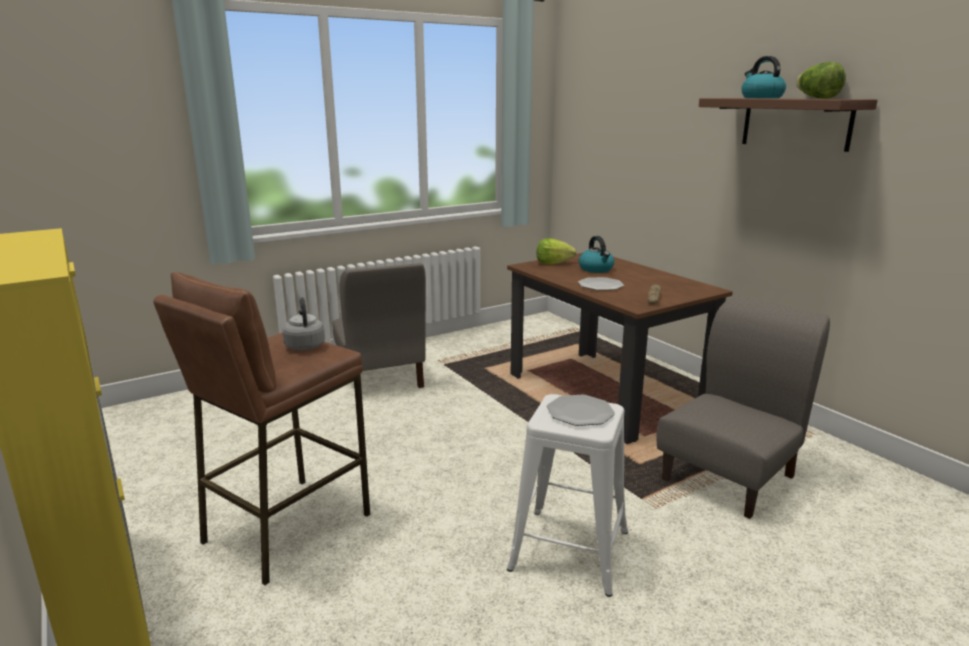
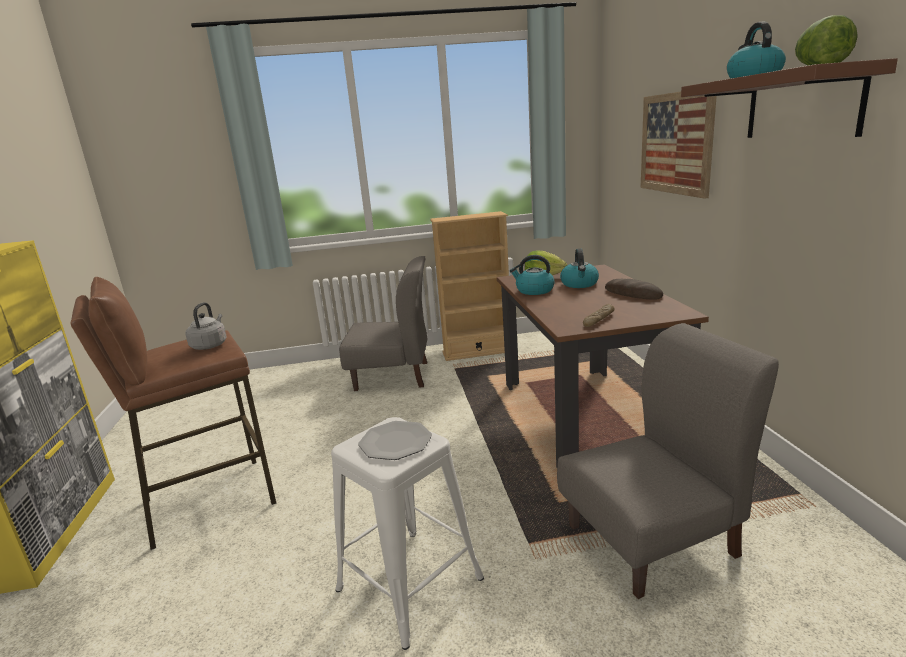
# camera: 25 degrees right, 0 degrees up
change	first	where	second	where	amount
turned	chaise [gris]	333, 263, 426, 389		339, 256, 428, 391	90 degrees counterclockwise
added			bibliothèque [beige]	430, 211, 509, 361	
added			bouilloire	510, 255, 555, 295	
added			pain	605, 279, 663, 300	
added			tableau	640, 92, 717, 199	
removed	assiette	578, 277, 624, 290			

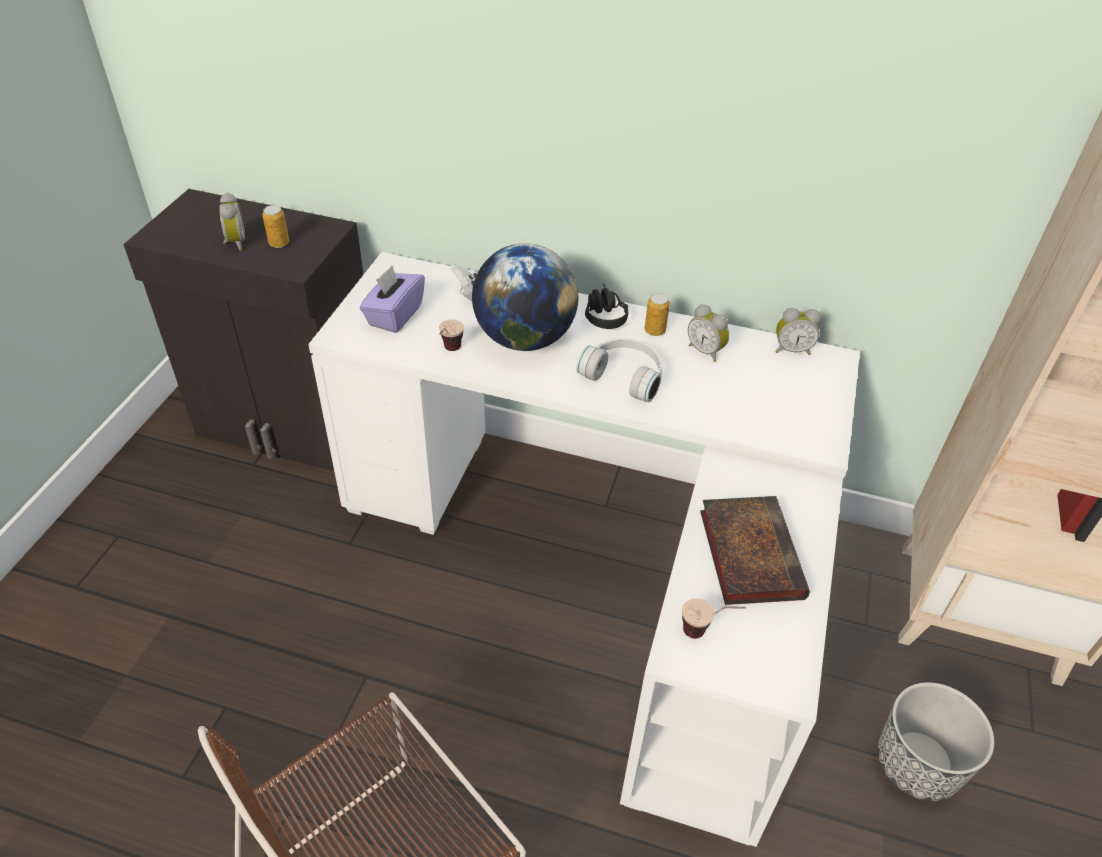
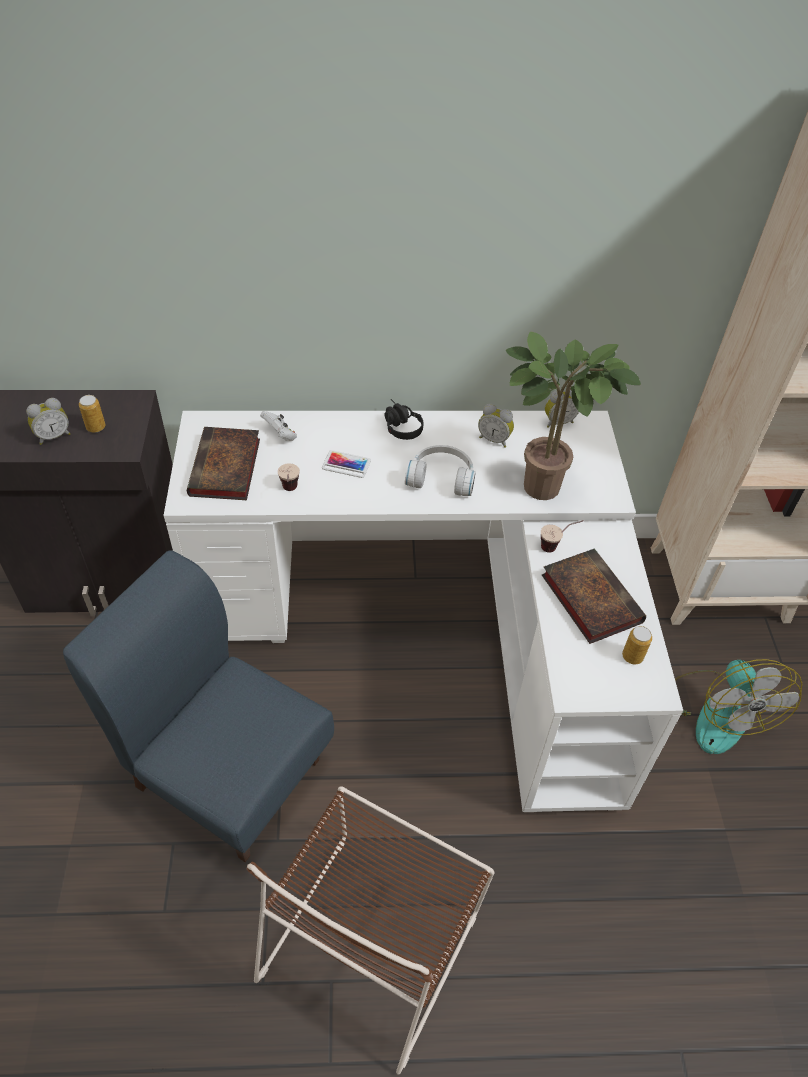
# camera: 20 degrees left, 5 degrees up
change	first	where	second	where	amount
turned	réveil	220, 193, 245, 251		26, 398, 70, 445	90 degrees clockwise
added			chaise [bleu]	63, 550, 334, 862	
replaced	boîte à mouchoirs [violet]	360, 266, 425, 333	livre	187, 427, 260, 500	
replaced	globe	472, 243, 578, 351	téléphone	322, 450, 371, 478	
added			plante en pot	506, 331, 641, 500	
moved	tasse	682, 598, 746, 639		541, 520, 584, 553	
moved	boîte métallique	645, 293, 670, 336		622, 626, 652, 664	
replaced	cache-pot	878, 682, 994, 801	ventilateur	675, 659, 802, 754	

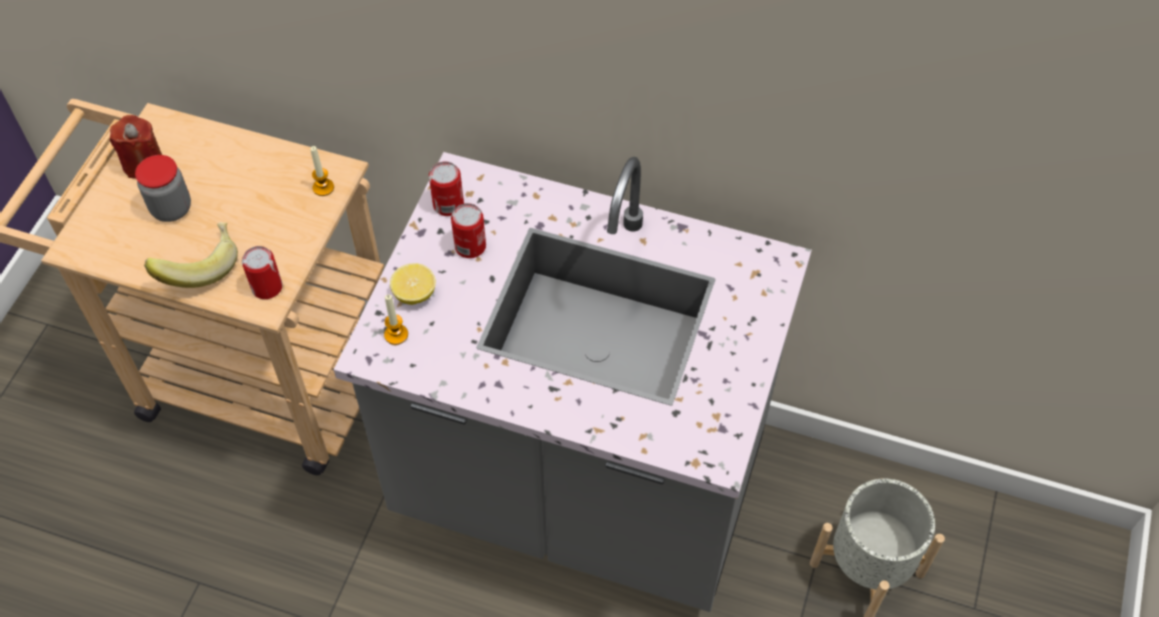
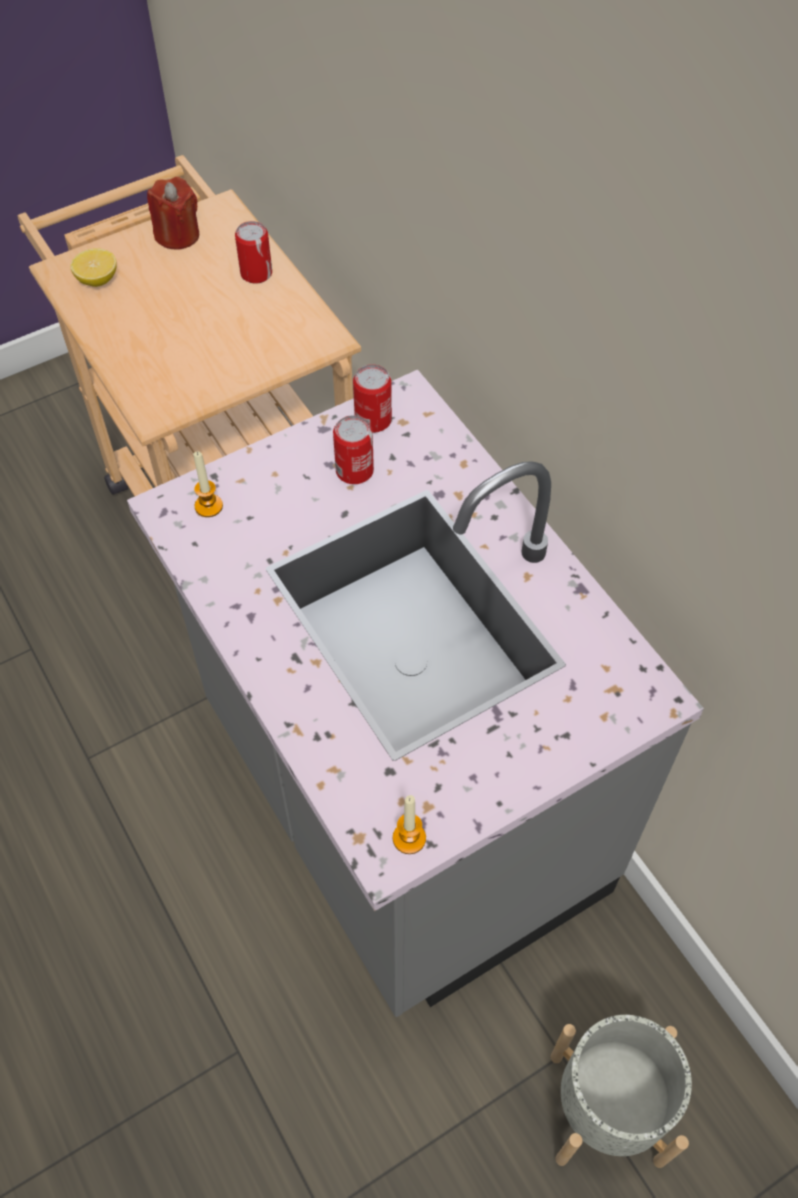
# camera: 40 degrees right, 0 degrees up
change	first	where	second	where	amount
moved	citron	390, 263, 436, 305		70, 248, 117, 287	
moved	boîte métallique	242, 246, 283, 299		235, 221, 272, 284	
moved	bougie	310, 146, 334, 196		393, 795, 426, 854	
removed	bocal	135, 155, 191, 222			
removed	banane	144, 222, 238, 288			

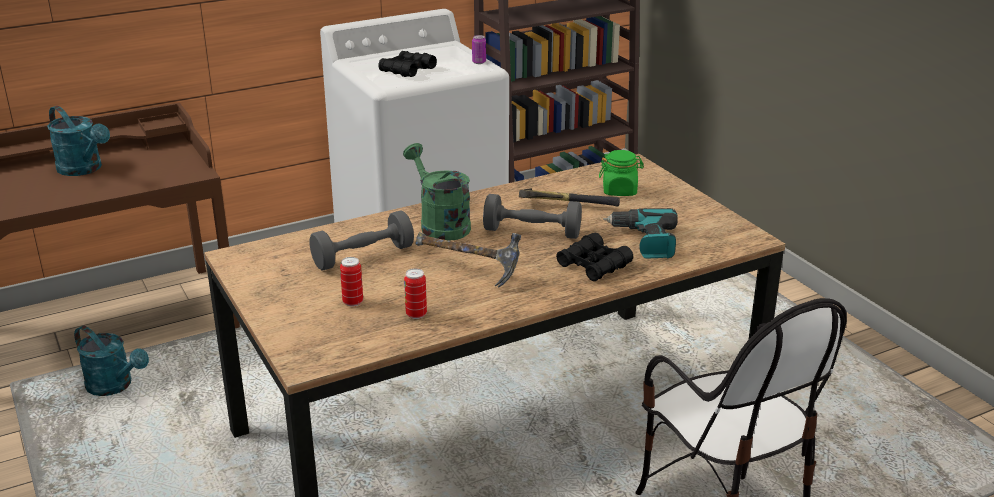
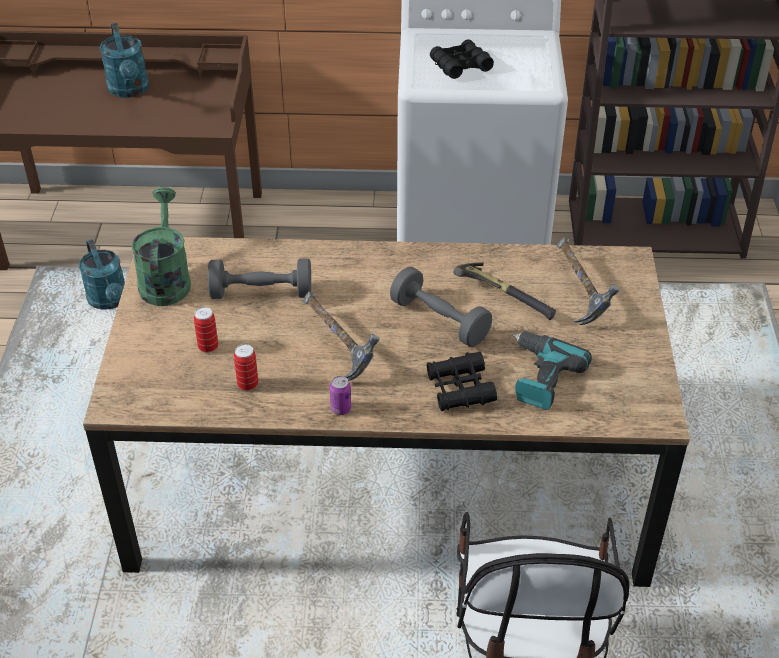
# camera: 30 degrees right, 15 degrees up
change	first	where	second	where	amount
moved	arrosoir [vert]	403, 143, 471, 241		131, 187, 191, 306	
moved	boîte métallique	472, 35, 486, 64		330, 376, 351, 415	
replaced	bocal [vert]	599, 150, 644, 196	marteau	556, 237, 620, 325	

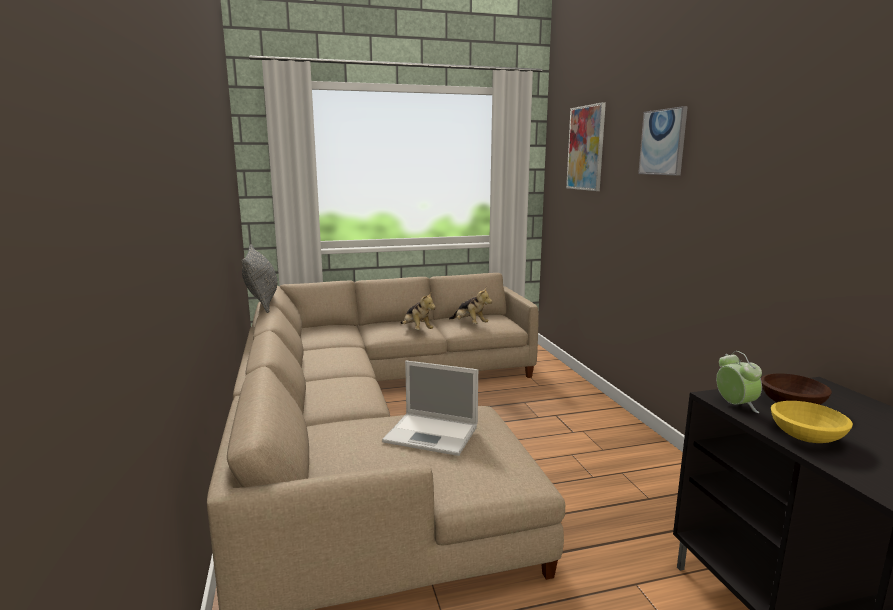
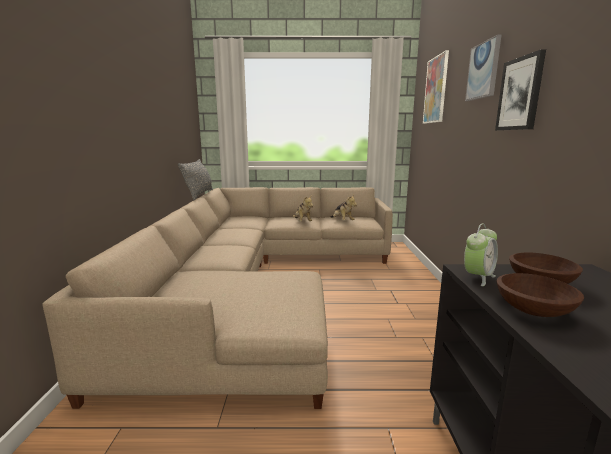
# camera: 15 degrees right, 0 degrees up
change	first	where	second	where	amount
turned	réveil	716, 351, 762, 413		464, 224, 498, 286	45 degrees clockwise
added			tableau	495, 49, 546, 130	
recoloured	bol [jaune]	771, 401, 853, 443	bol [marron]	497, 273, 584, 317	
removed	ordinateur portable	382, 361, 478, 456			

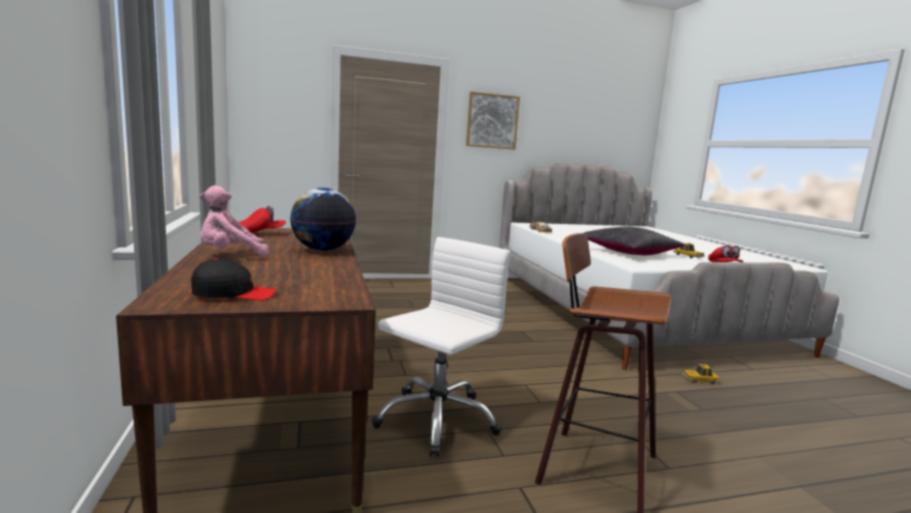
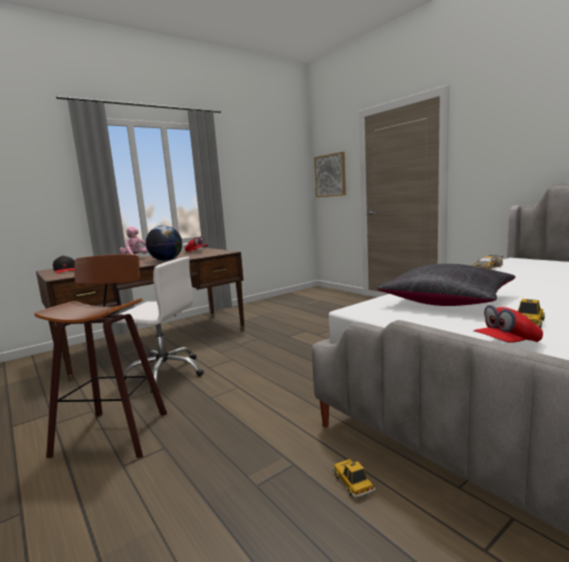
# camera: 70 degrees right, 0 degrees up
change	first	where	second	where	amount
moved	tableau	466, 92, 520, 149		314, 152, 346, 197	

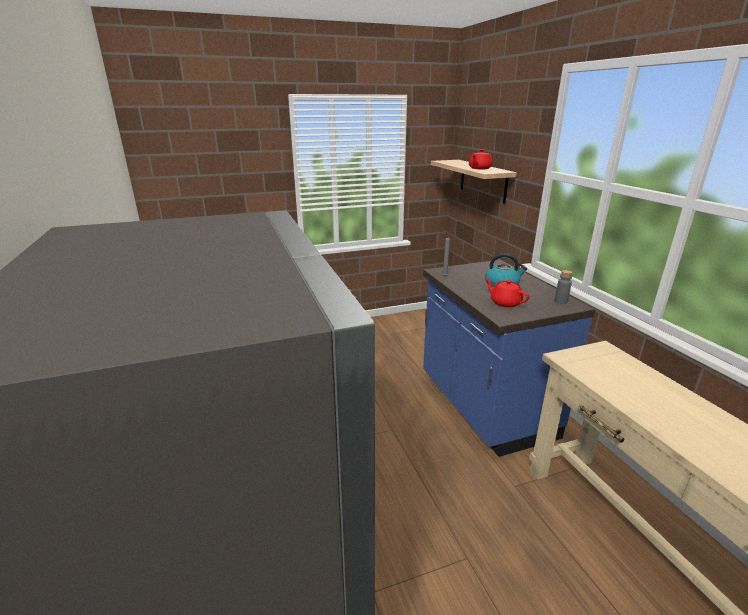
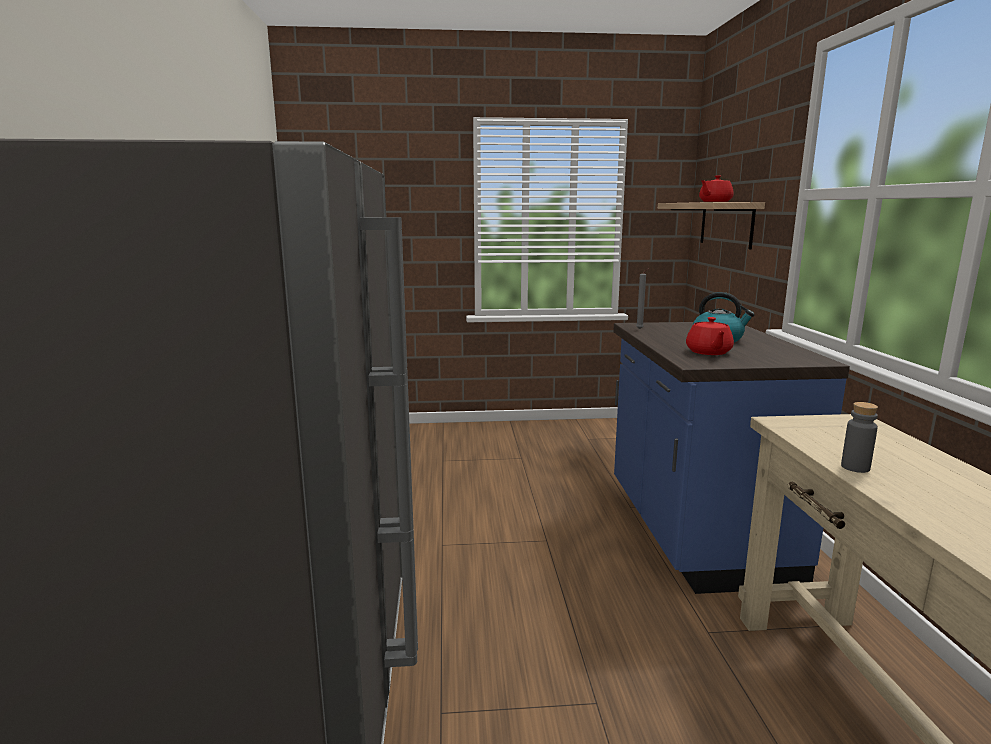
# camera: 15 degrees right, 10 degrees down
change	first	where	second	where	amount
turned	théière [rouge]	485, 278, 530, 308		686, 317, 734, 355	150 degrees counterclockwise
moved	bouteille [gris]	555, 270, 572, 304		841, 402, 878, 473	

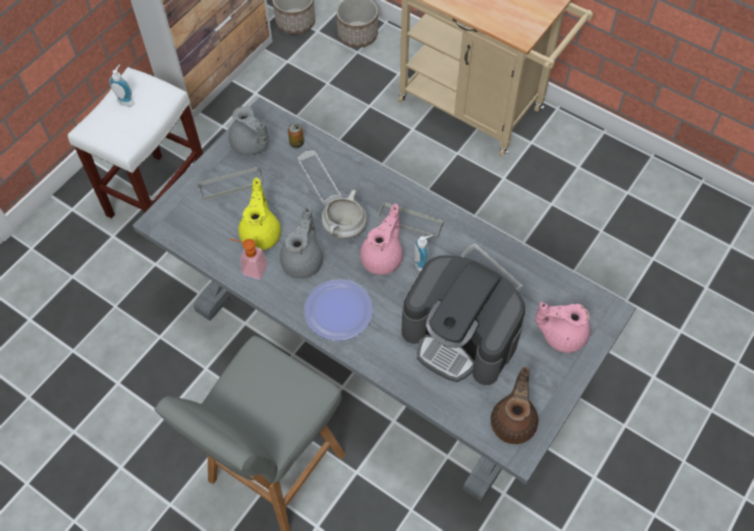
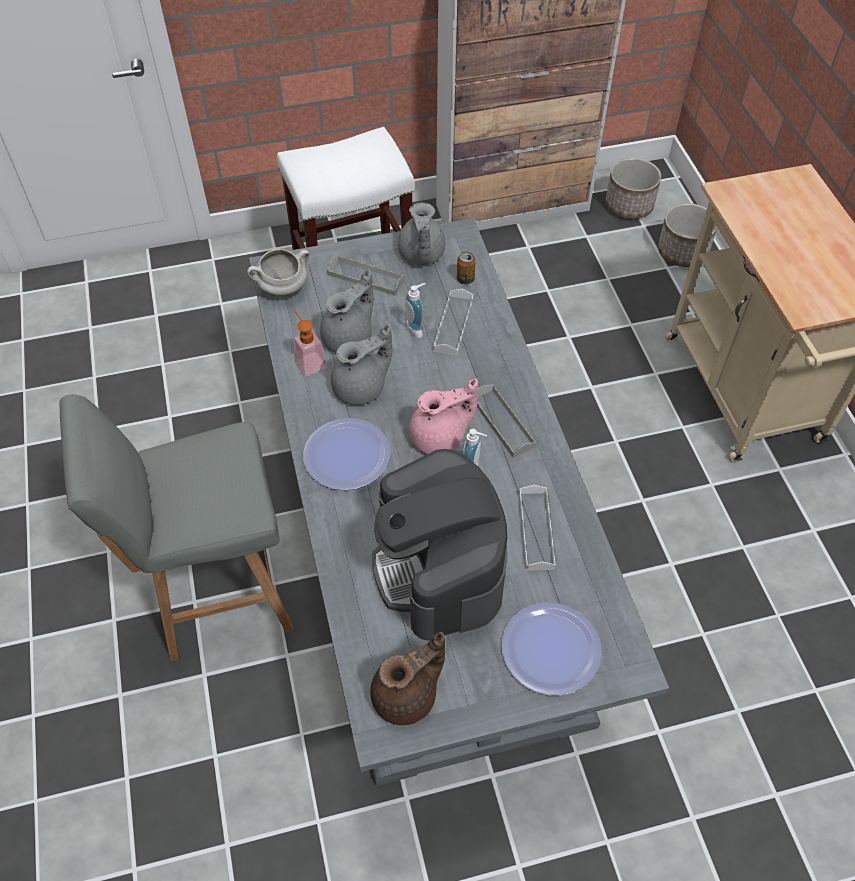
# camera: 40 degrees right, 5 degrees down
change	first	where	second	where	amount
moved	marmite [blanc]	321, 190, 367, 239		247, 249, 309, 296	
recoloured	théière [jaune]	238, 178, 281, 250	théière [gris]	320, 269, 374, 353	
moved	distributeur de savon	109, 65, 135, 106		405, 283, 426, 338	
replaced	théière [rose]	536, 302, 590, 353	assiette	502, 603, 602, 696	

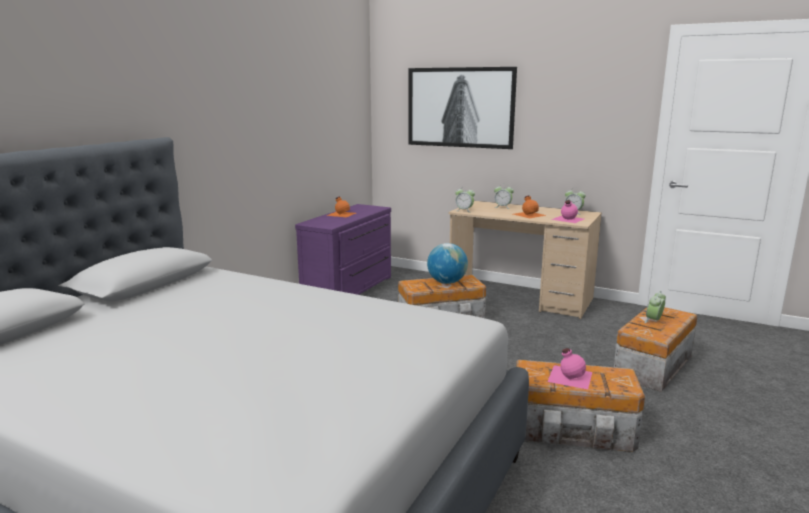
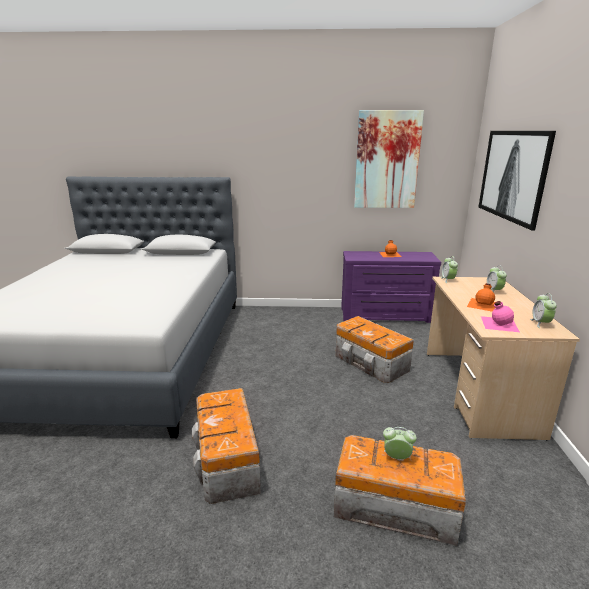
# camera: 65 degrees right, 5 degrees up
change	first	where	second	where	amount
added			tableau	354, 110, 424, 208	
removed	globe	427, 243, 468, 284			
removed	bouteille [rose]	547, 348, 592, 389			

